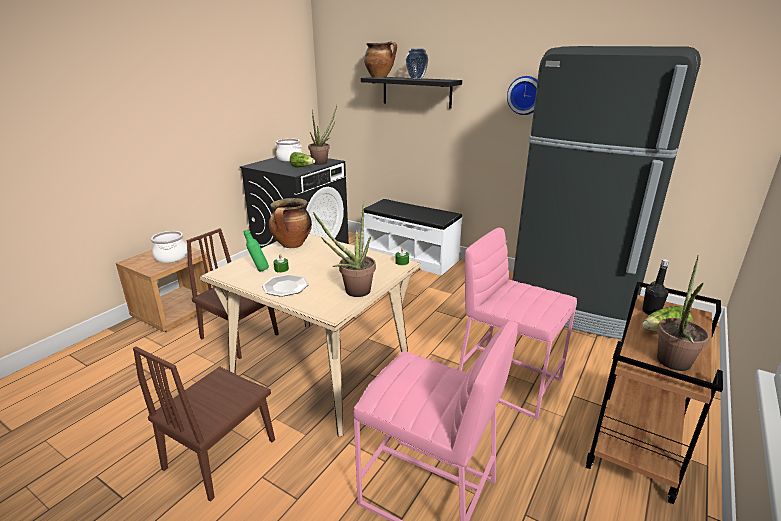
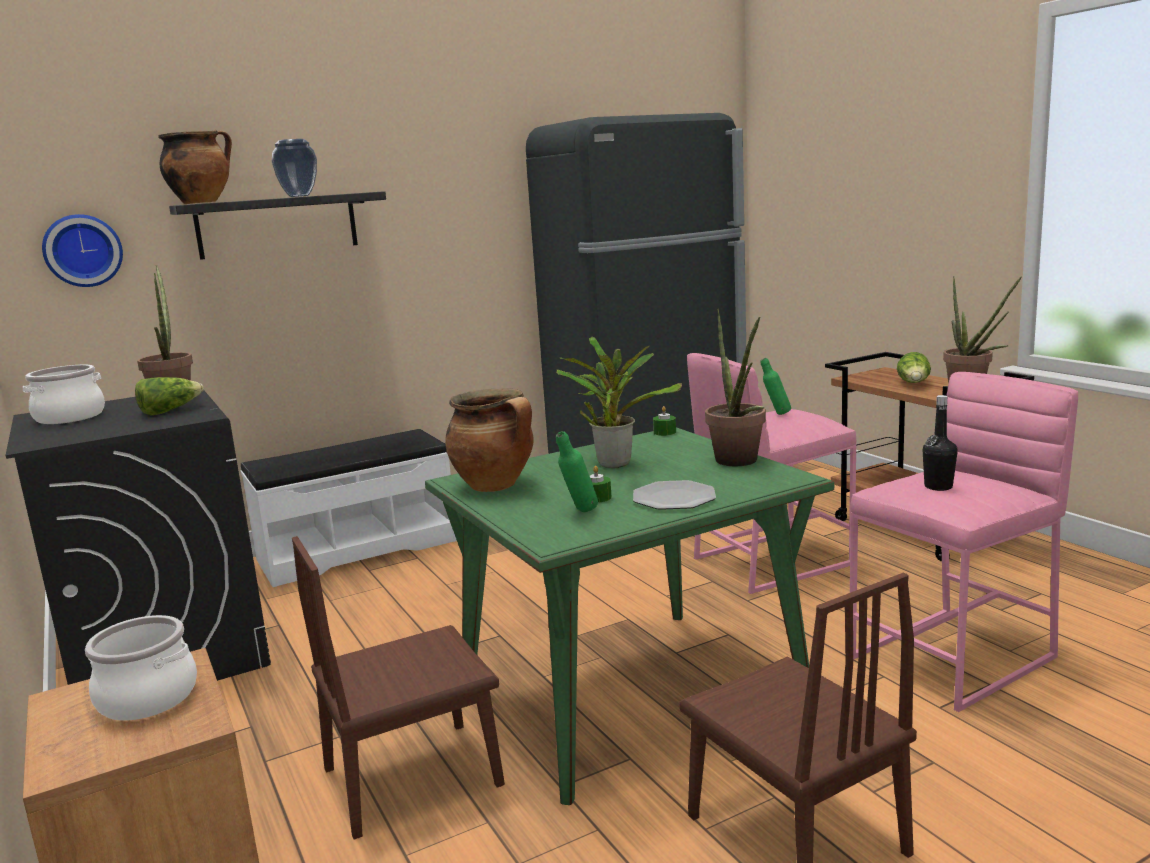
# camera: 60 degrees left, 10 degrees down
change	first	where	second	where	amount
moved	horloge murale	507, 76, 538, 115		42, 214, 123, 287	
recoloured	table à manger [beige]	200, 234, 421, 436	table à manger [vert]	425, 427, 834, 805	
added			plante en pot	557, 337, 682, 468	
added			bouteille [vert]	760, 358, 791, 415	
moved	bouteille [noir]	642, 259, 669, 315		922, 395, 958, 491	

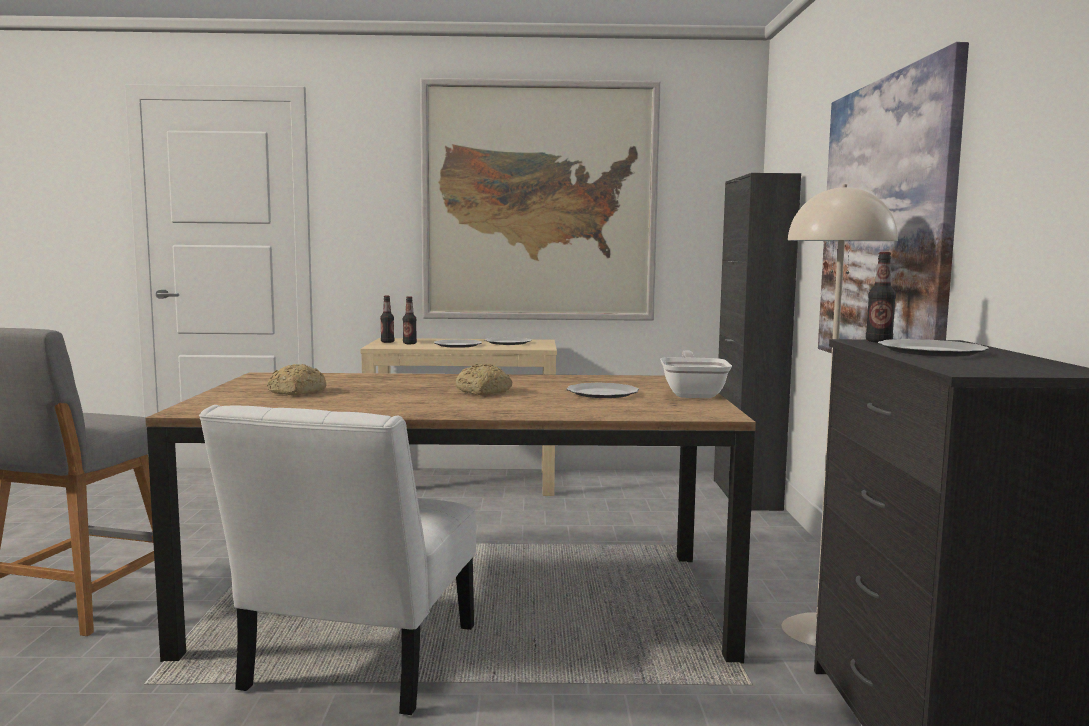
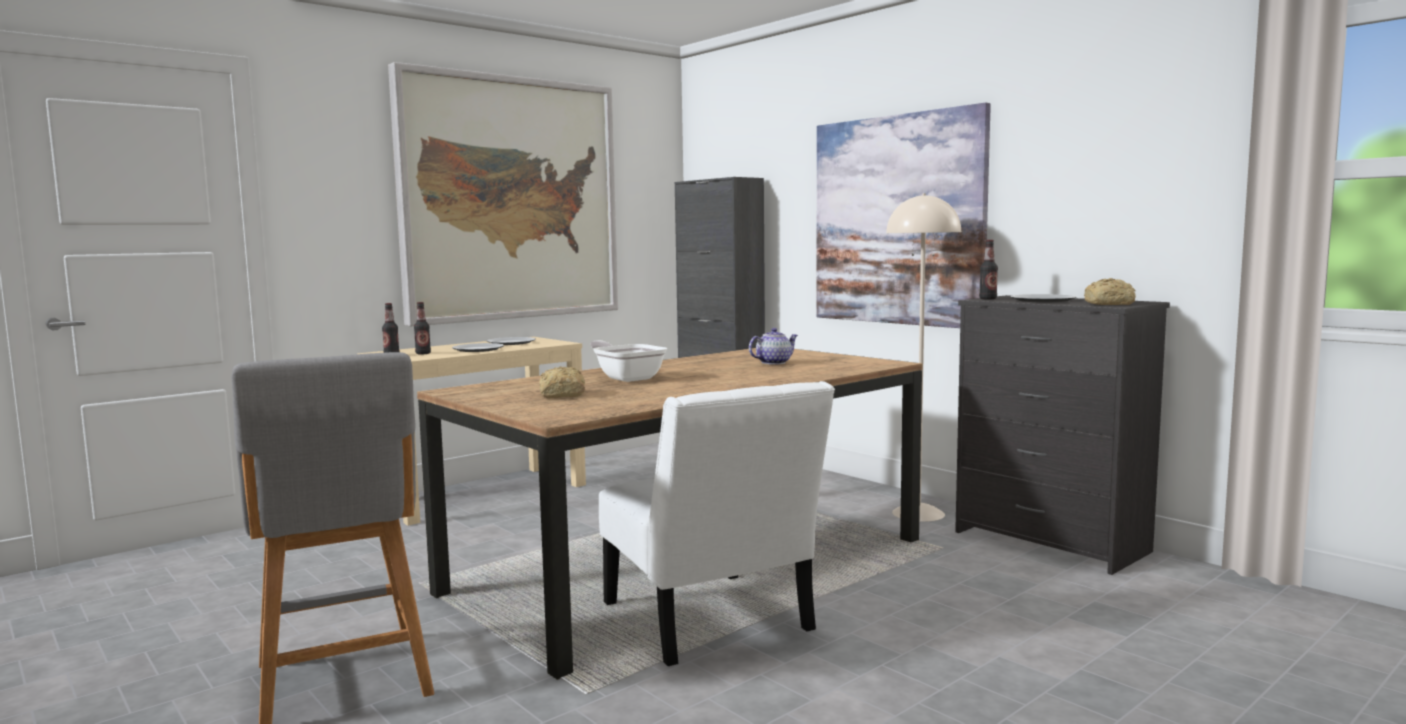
# camera: 40 degrees left, 0 degrees up
change	first	where	second	where	amount
moved	poêle	660, 350, 732, 398		590, 340, 667, 382	
replaced	assiette	566, 383, 639, 398	théière	749, 328, 798, 365	
moved	pain	456, 364, 512, 396		1084, 278, 1136, 305	

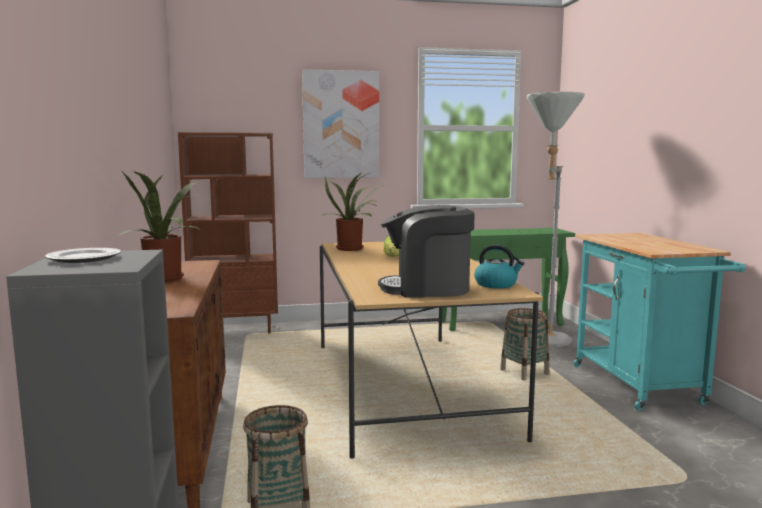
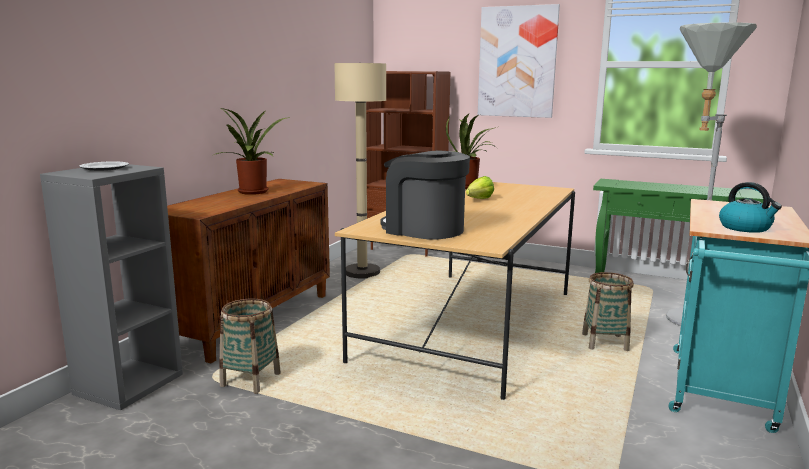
# camera: 35 degrees right, 5 degrees up
change	first	where	second	where	amount
added			lampadaire [beige]	334, 63, 386, 278	
moved	bouilloire	474, 244, 525, 288		719, 182, 782, 233	

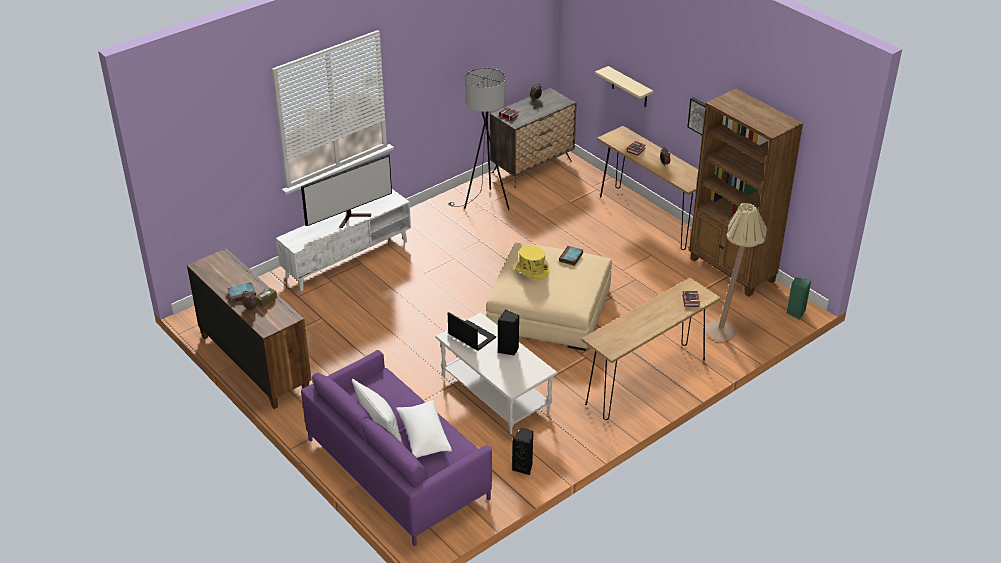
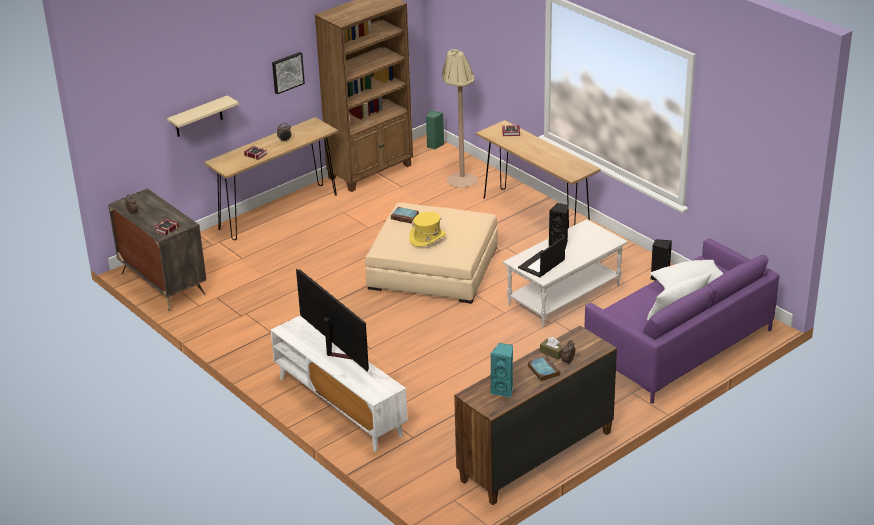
# camera: 90 degrees left, 5 degrees down
change	first	where	second	where	amount
added			enceinte [turquoise]	490, 343, 513, 397	
removed	lampadaire [gris]	449, 68, 510, 210			

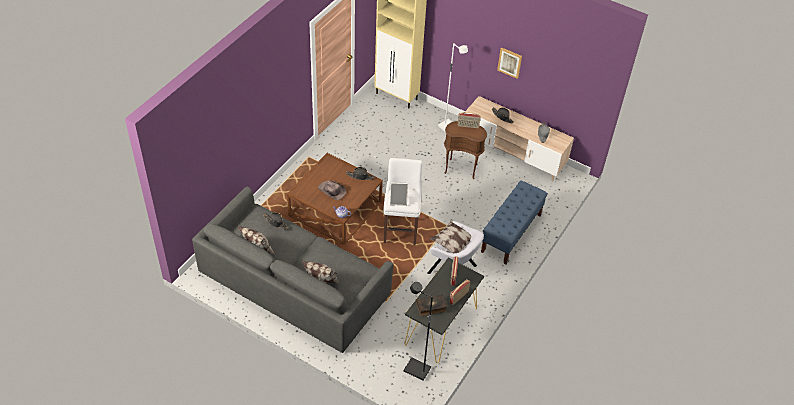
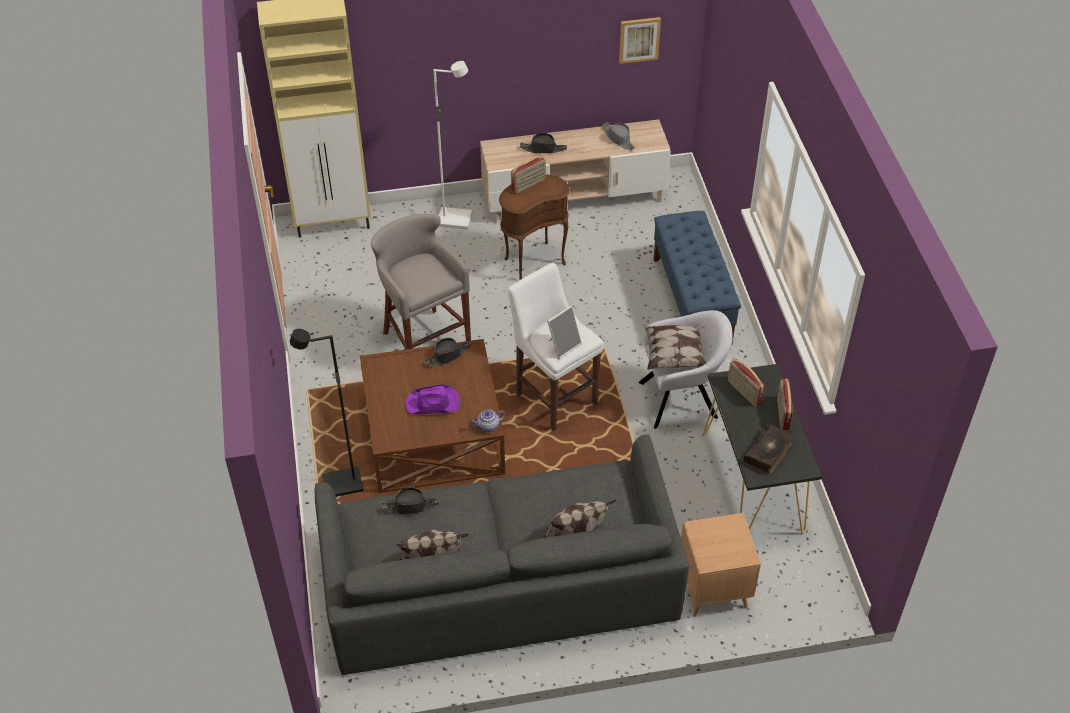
# camera: 40 degrees left, 0 degrees up
change	first	where	second	where	amount
moved	lampadaire [noir]	404, 282, 433, 381		290, 329, 364, 497	
added			tabouret [gris]	371, 214, 471, 350	
recoloured	chapeau [marron]	318, 180, 346, 200	chapeau [violet]	406, 384, 460, 414	
moved	tableau	497, 48, 522, 79		619, 17, 661, 64	
added			table d'appoint [marron]	681, 513, 761, 617	

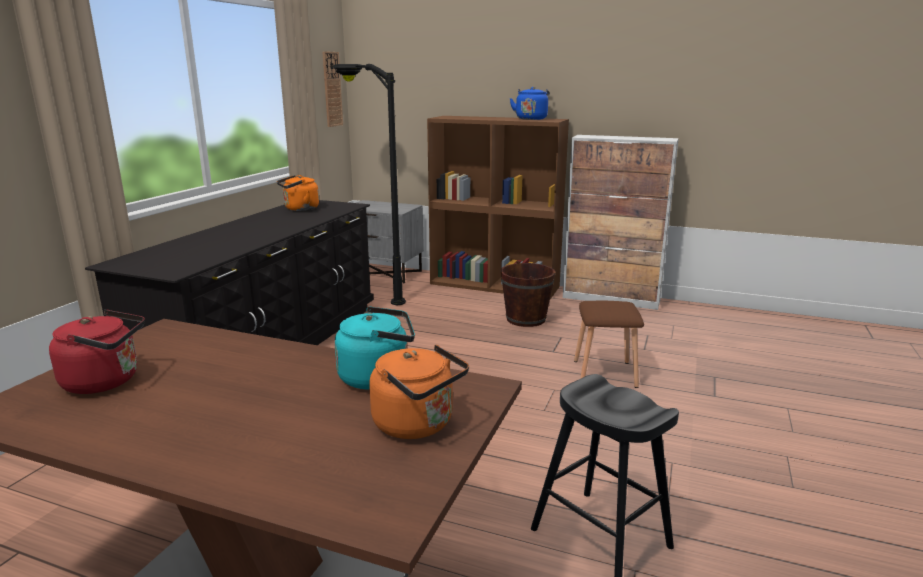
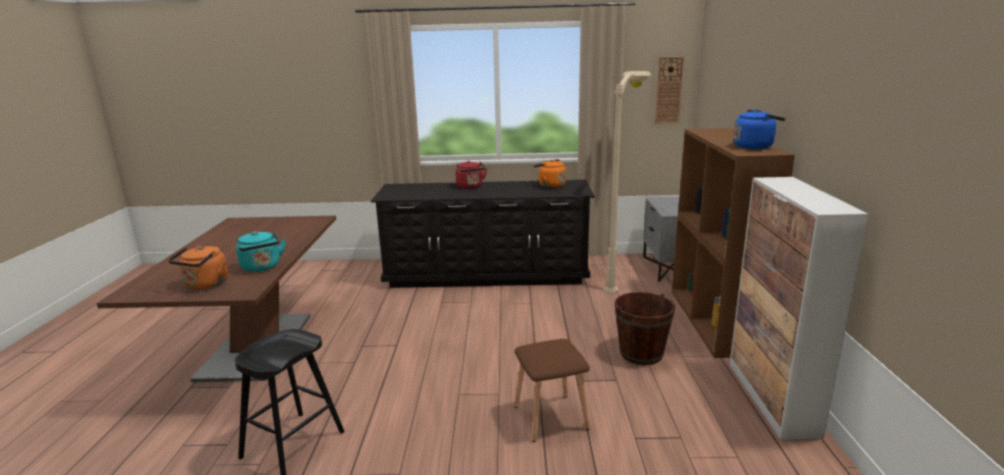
# camera: 70 degrees right, 0 degrees up
change	first	where	second	where	amount
moved	bouilloire [rouge]	49, 310, 145, 394		455, 161, 487, 189	
recoloured	lampadaire [noir]	332, 64, 406, 305	lampadaire [beige]	604, 71, 652, 293	

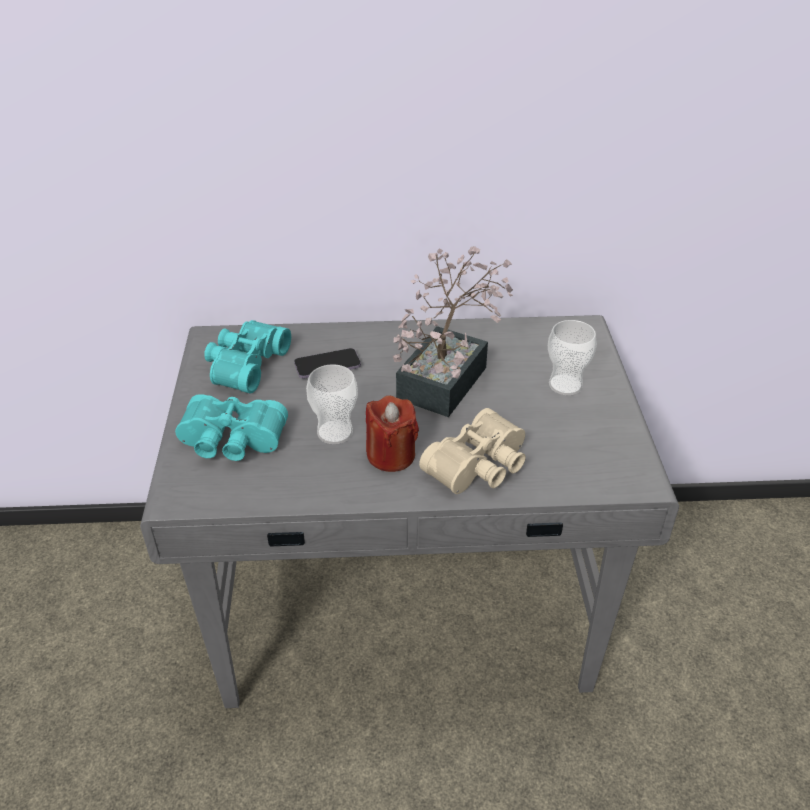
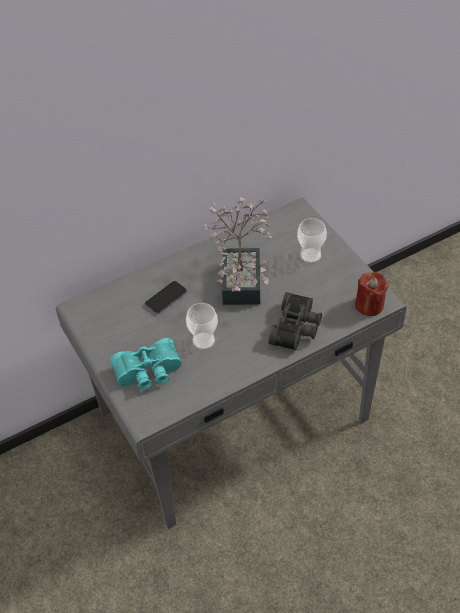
# camera: 25 degrees left, 10 degrees up
change	first	where	second	where	amount
recoloured	jumelles [beige]	419, 408, 526, 494	jumelles [noir]	268, 292, 322, 351	
moved	bougie [rouge]	366, 395, 419, 472		355, 272, 388, 316	
removed	jumelles [turquoise]	204, 320, 291, 394			

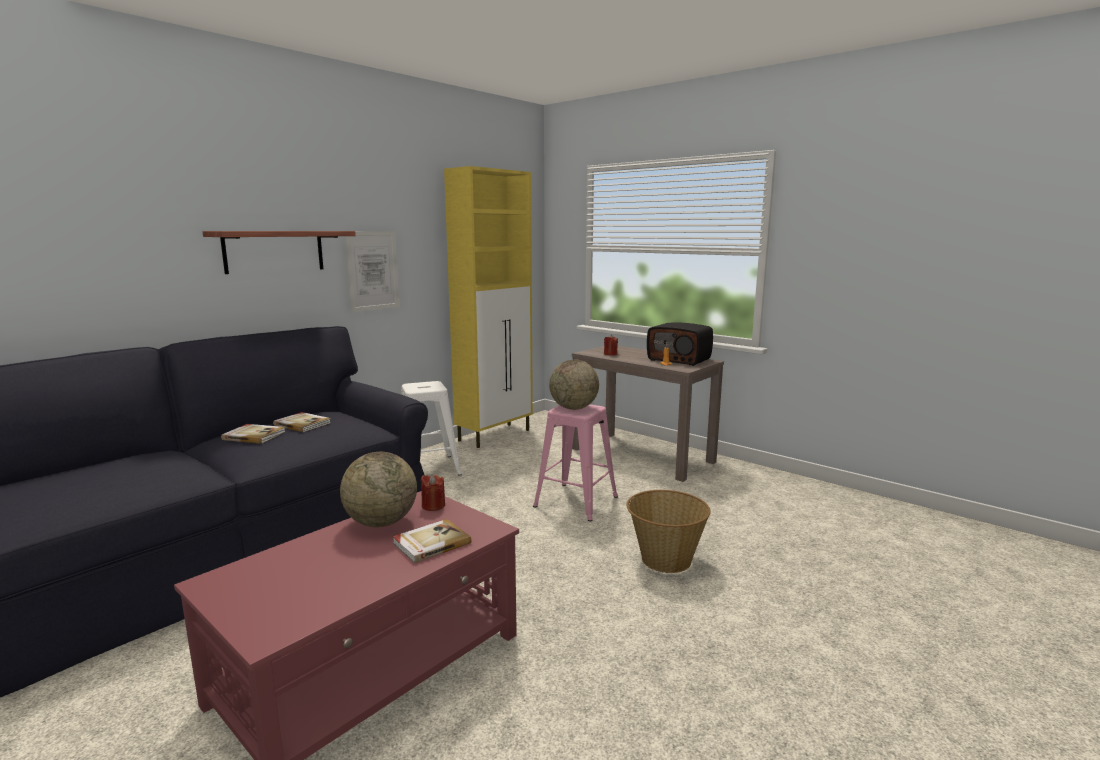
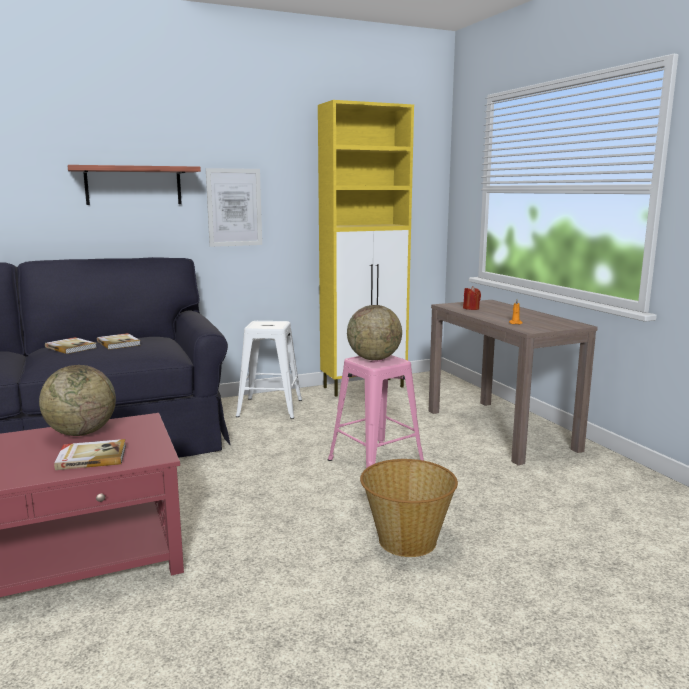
# camera: 25 degrees right, 0 degrees up
change	first	where	second	where	amount
removed	bougie [rouge]	421, 474, 445, 511			
removed	radio	647, 323, 713, 366			

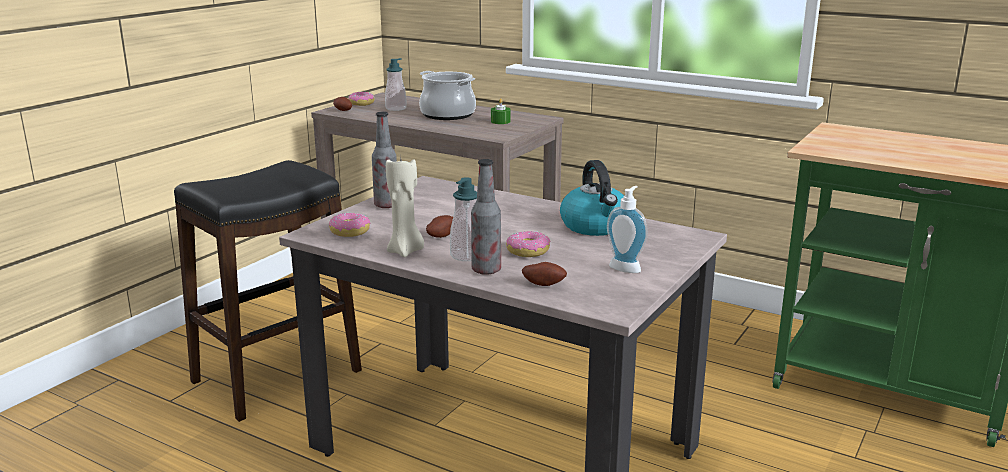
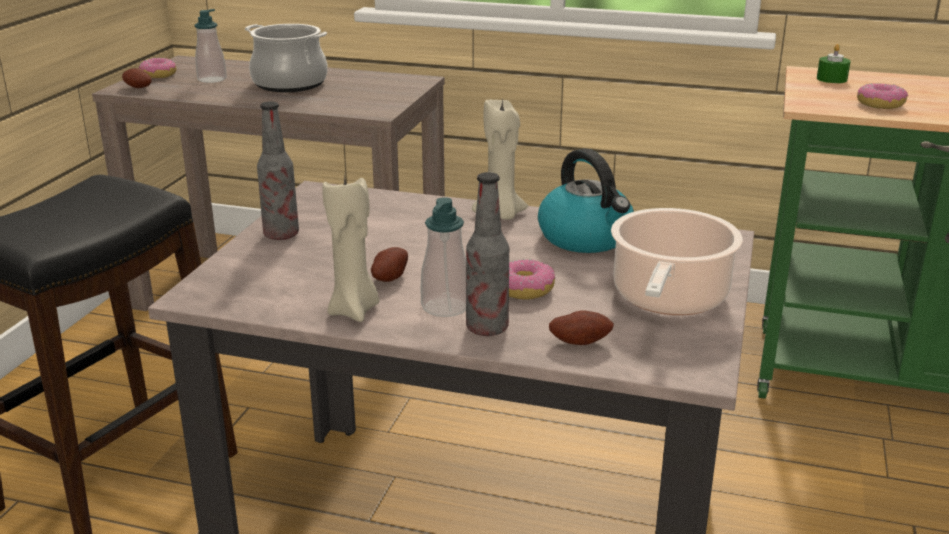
# camera: 15 degrees left, 5 degrees up
change	first	where	second	where	amount
added			bougie [beige]	472, 97, 528, 220	
replaced	distributeur de savon	607, 186, 648, 273	marmite	611, 208, 743, 315	
moved	bougie [vert]	491, 98, 511, 124		817, 44, 851, 83	
moved	beignet	329, 212, 371, 237		857, 83, 908, 109	

